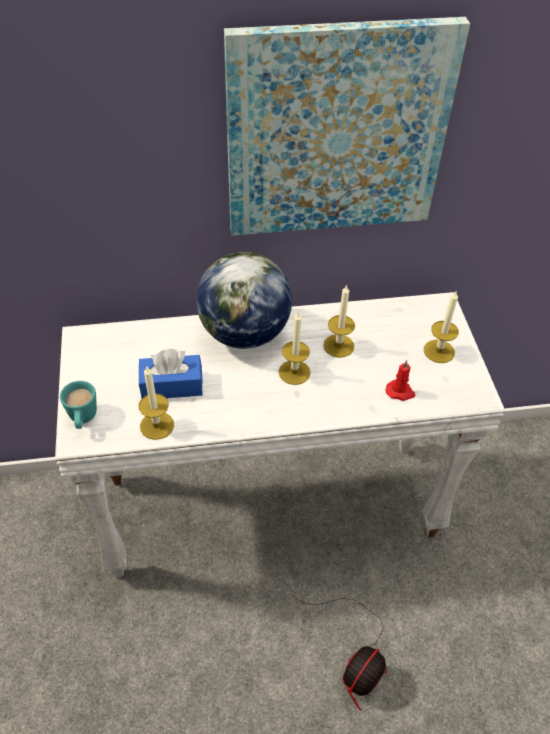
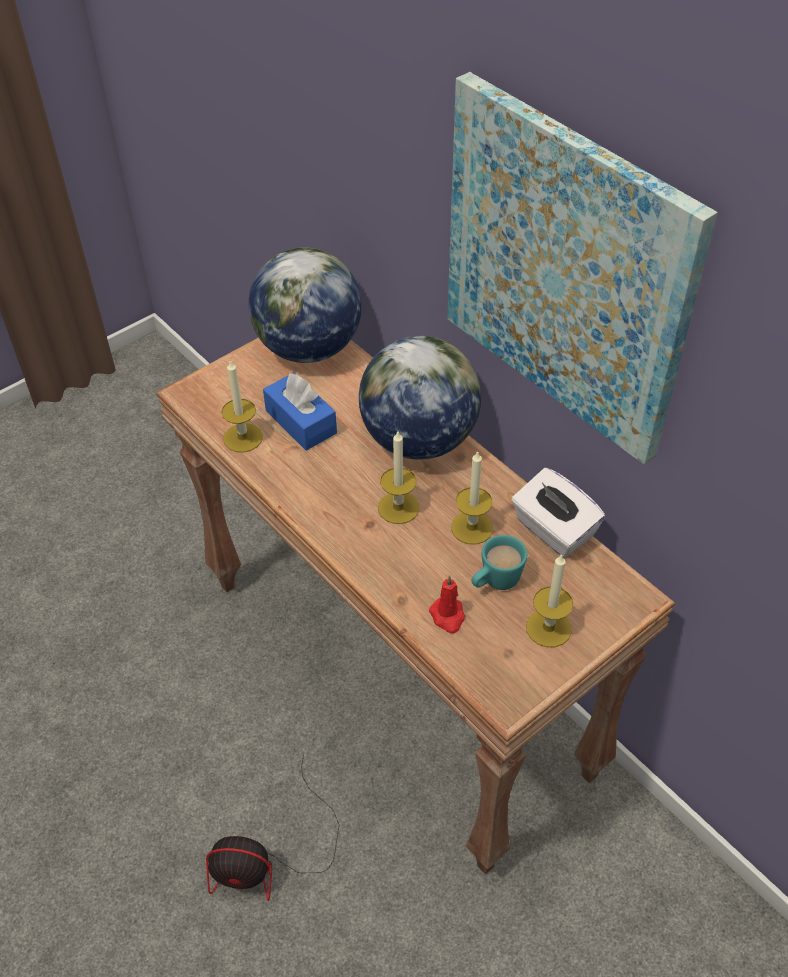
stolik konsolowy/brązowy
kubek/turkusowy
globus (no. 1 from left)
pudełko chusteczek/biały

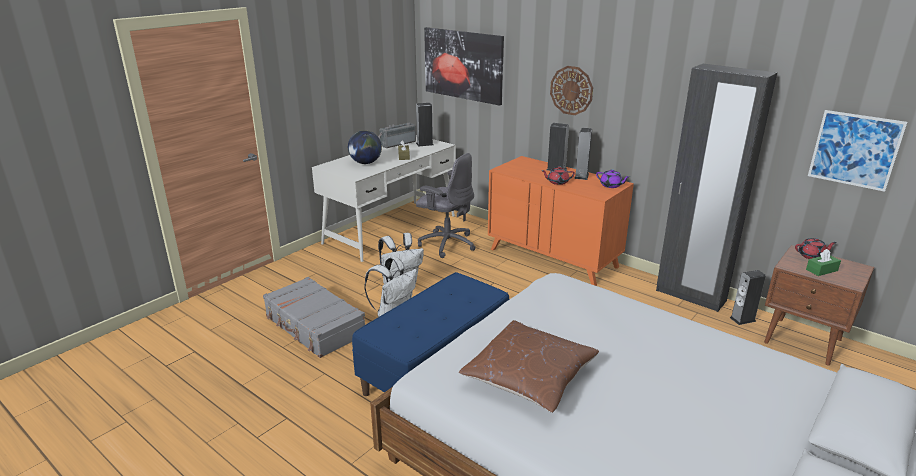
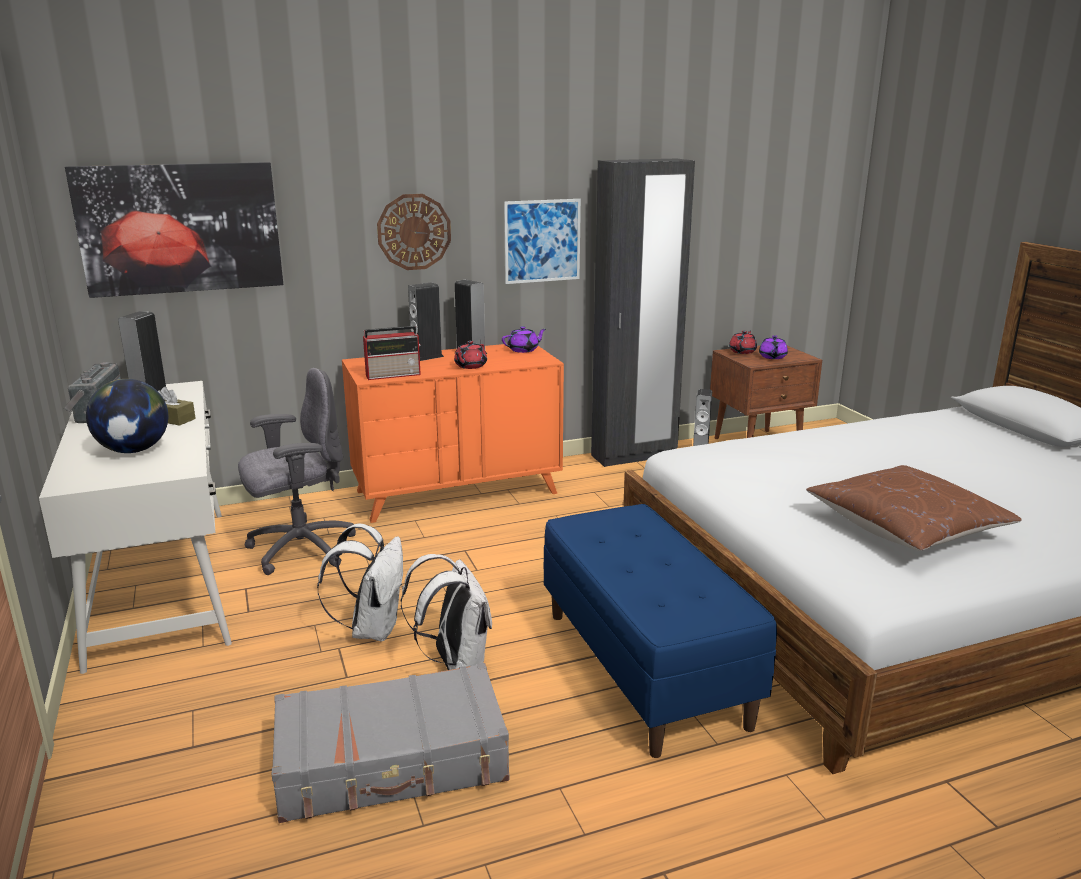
obraz (no. 2 from left)
imbryk/fioletowy (no. 2 from left)
radio (no. 2 from left)

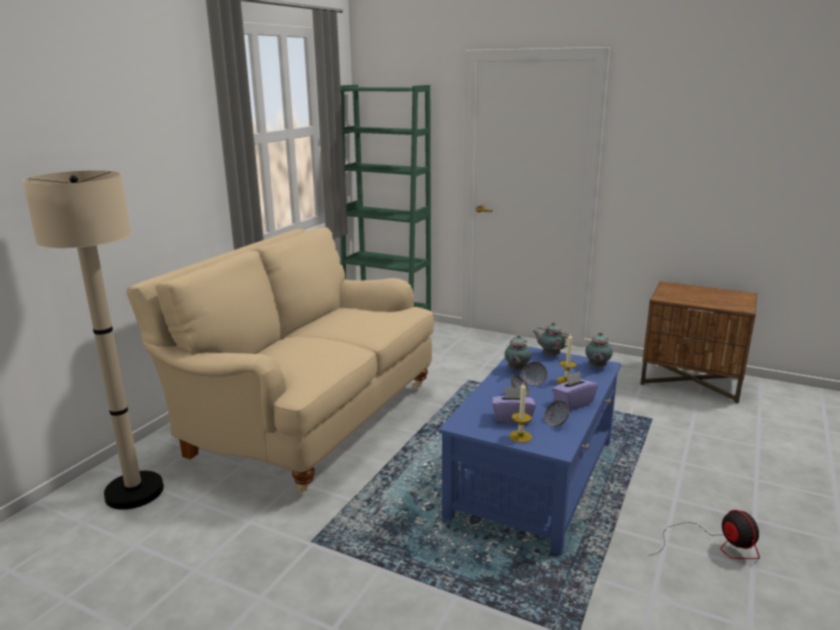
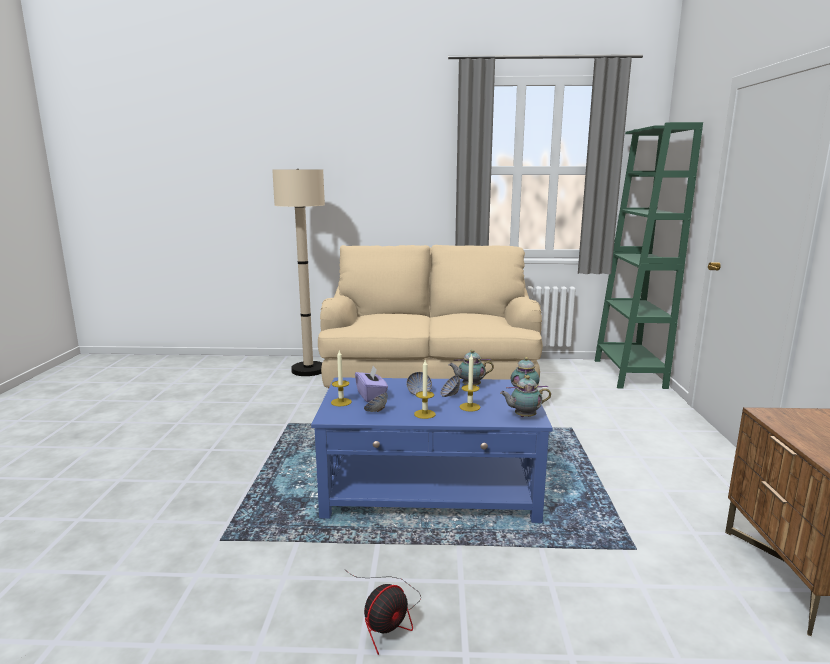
świeca (no. 2 from left)

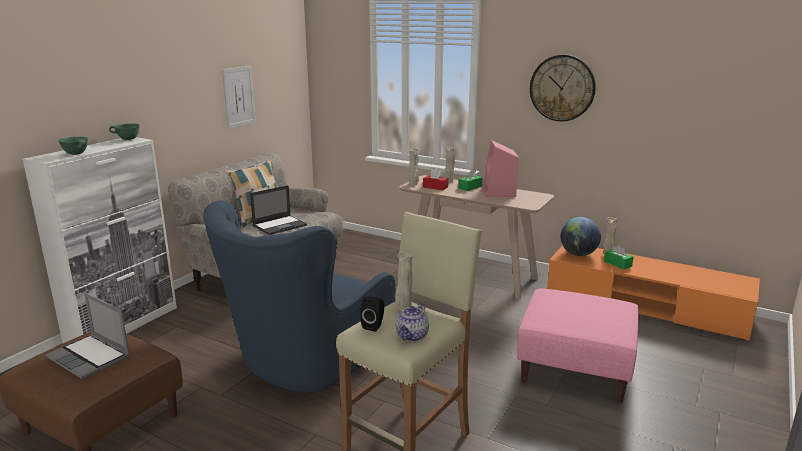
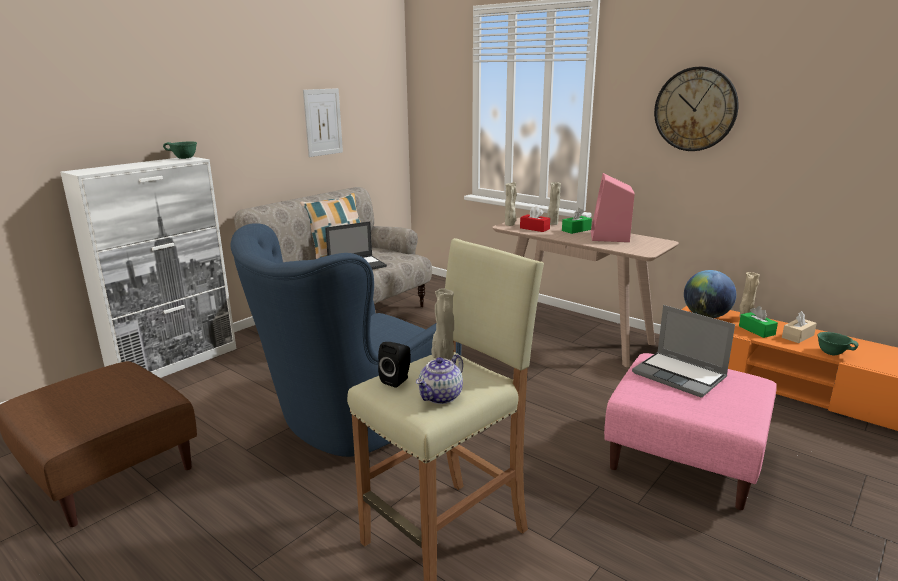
miska/zielony (no. 2 from left)
laptop (no. 2 from left)
pudełko chusteczek/beżowy

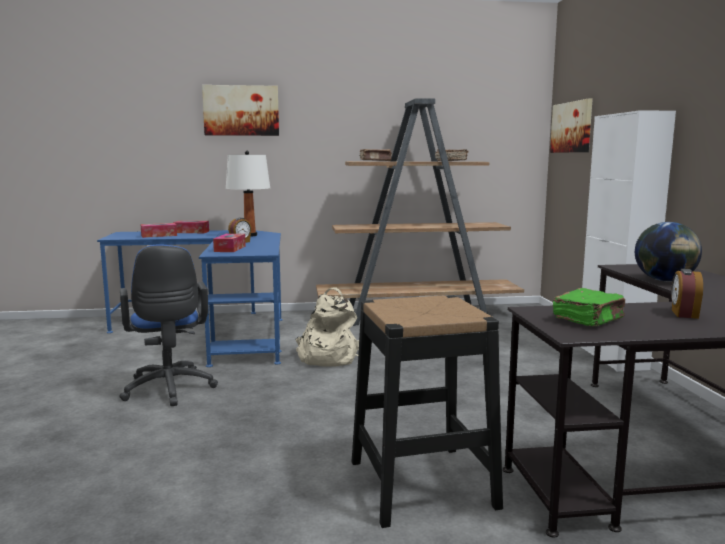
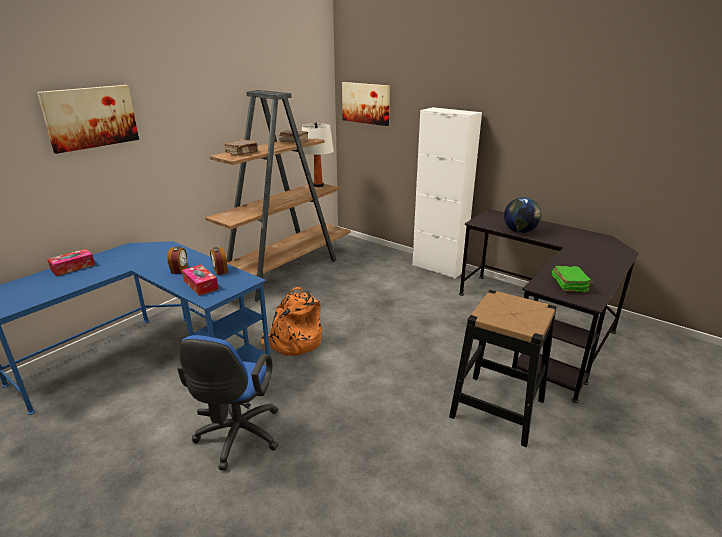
lampa stołowa/biały
pudełko chusteczek (no. 1 from left in the first image)
krzesło biurowe/niebieski
budzik (no. 2 from left)
plecak/pomarańczowy

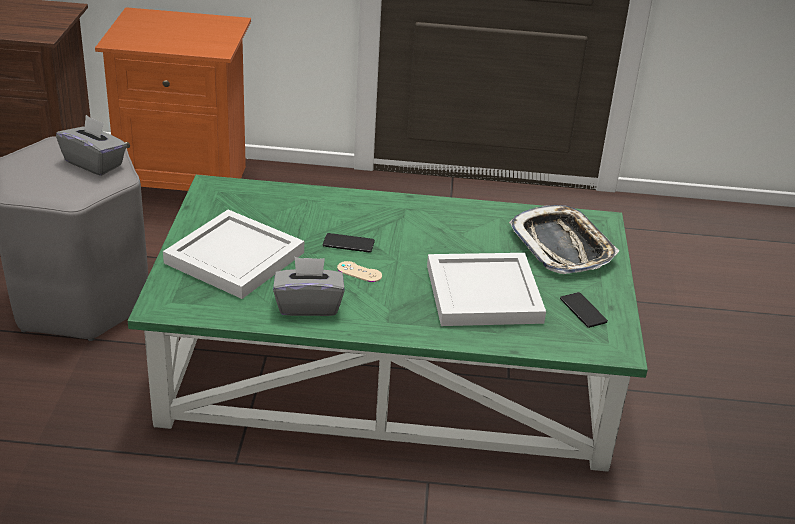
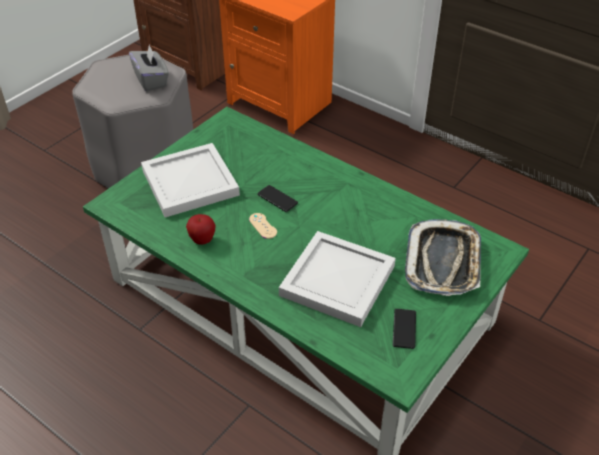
jabłko

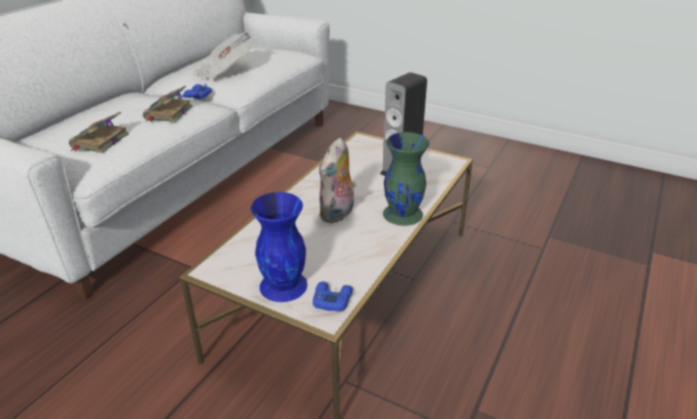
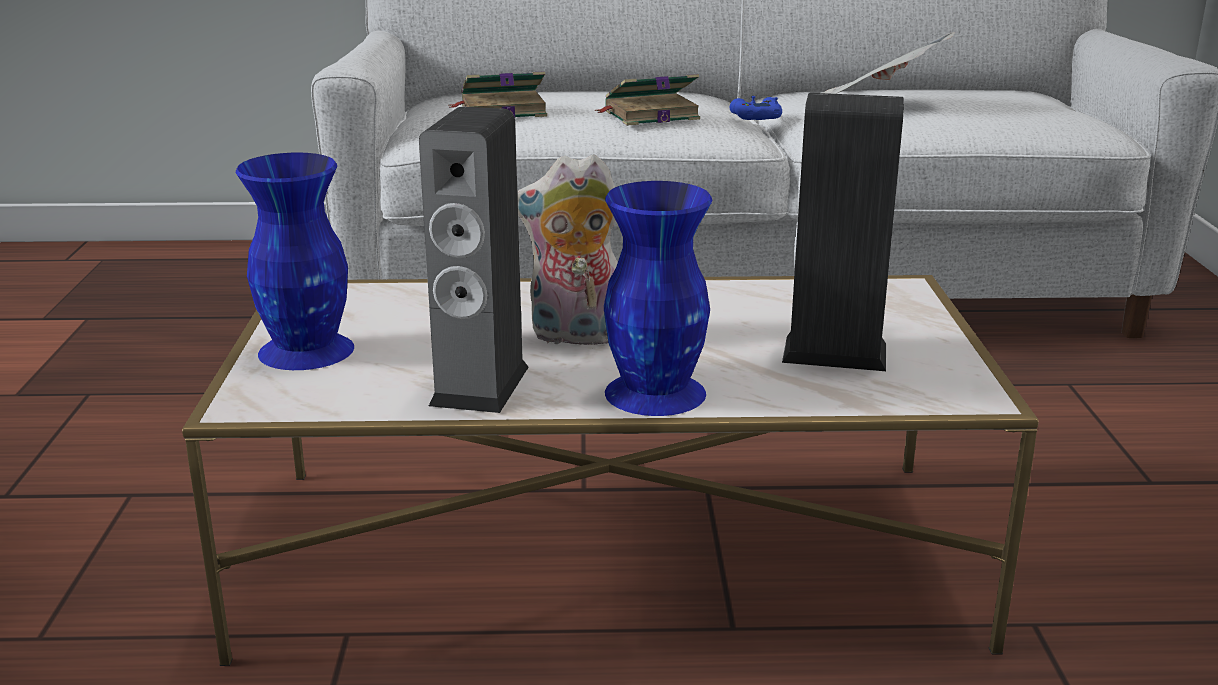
wazon/niebieski (no. 2 from left)
pad do gier/niebieski (no. 2 from left in the first image)
głośnik (no. 1 from left)

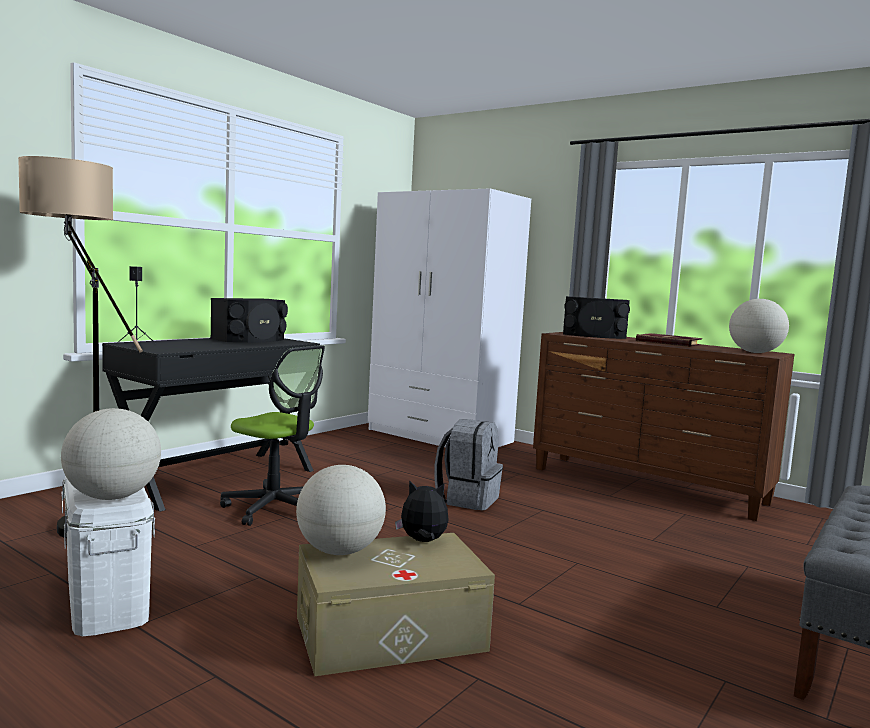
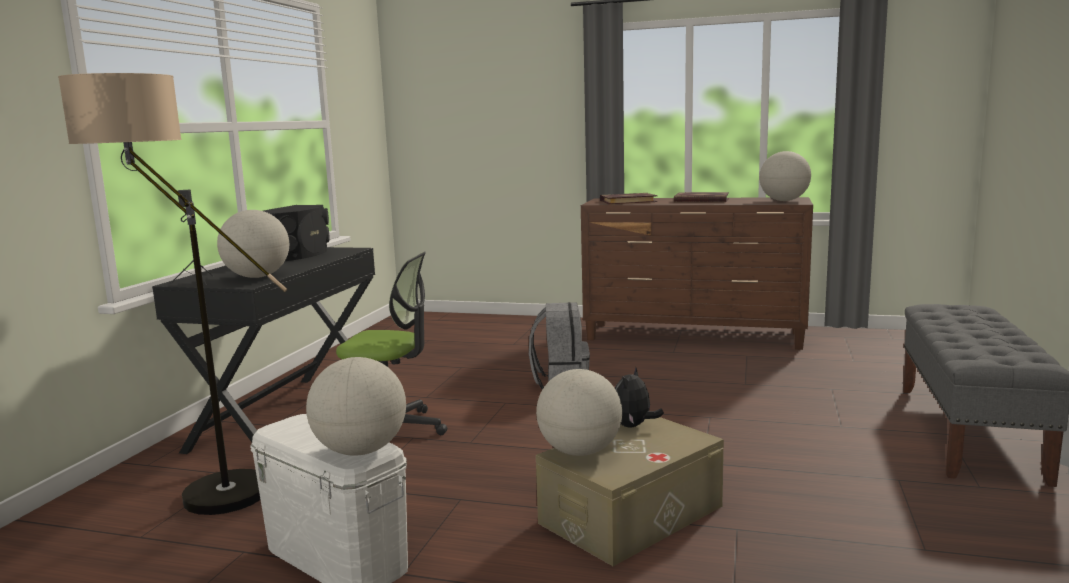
szafa/biały
książka (no. 1 from left)
pluszak
globus (no. 1 from left)

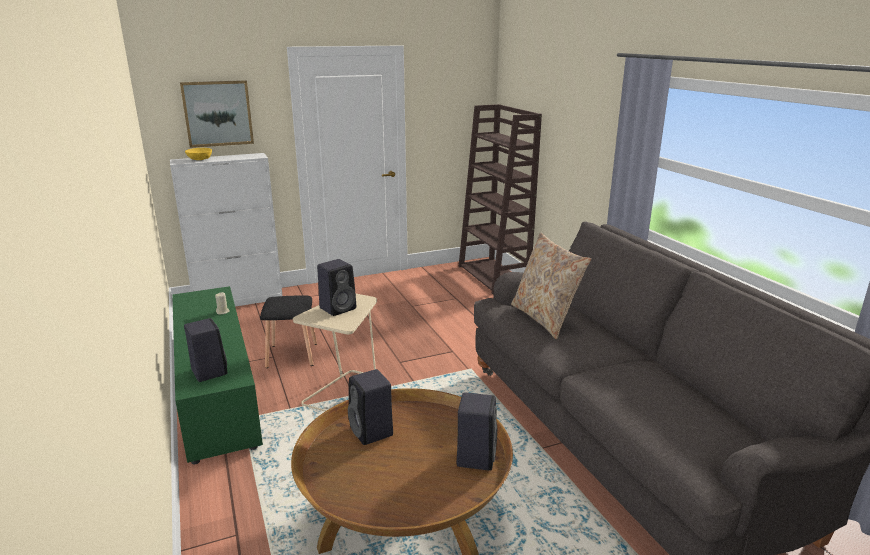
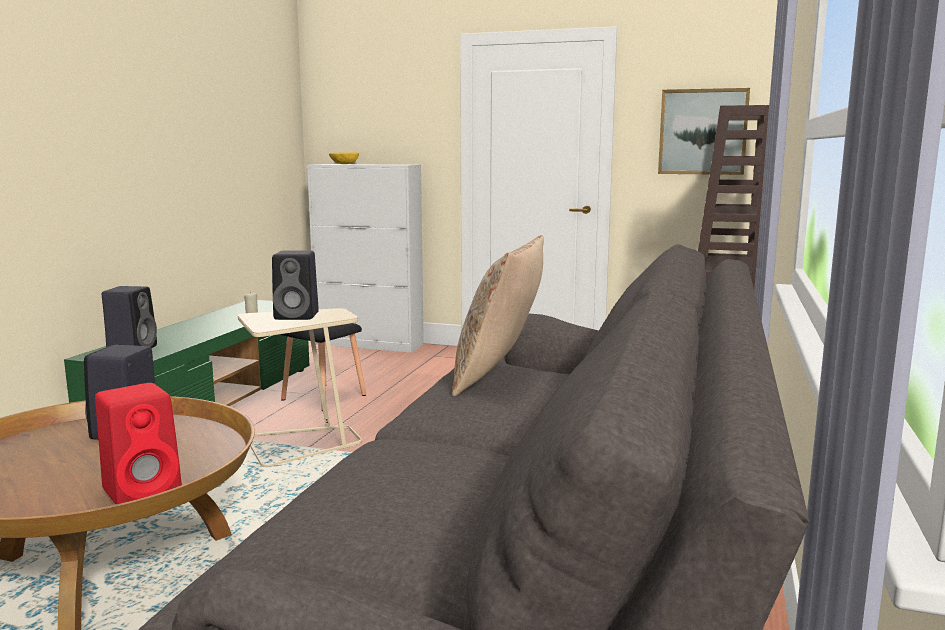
obraz
głośnik/czerwony

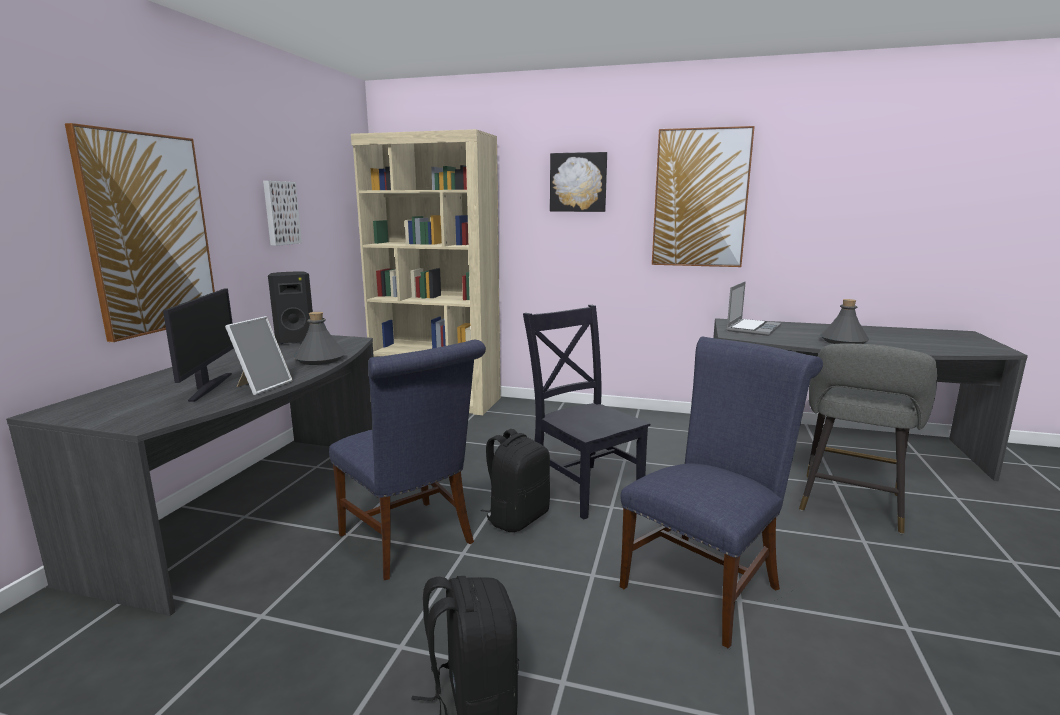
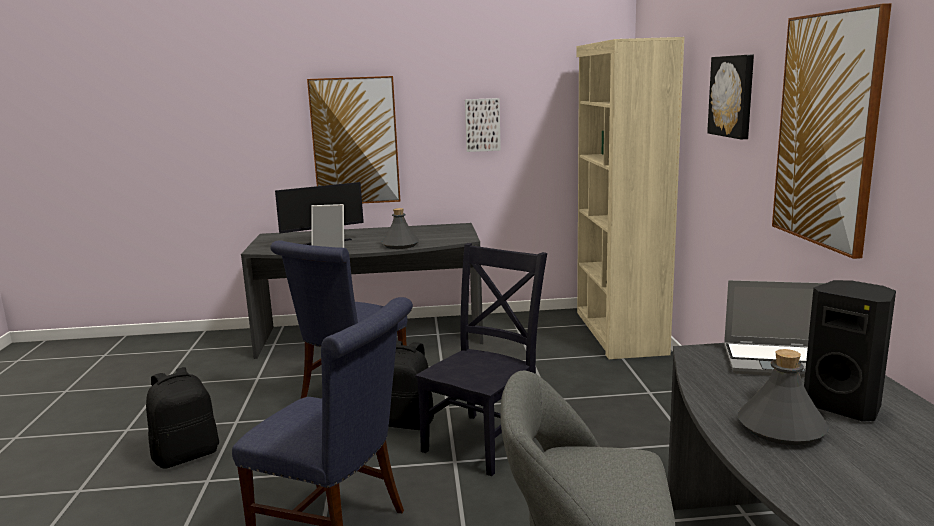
głośnik/czarny

